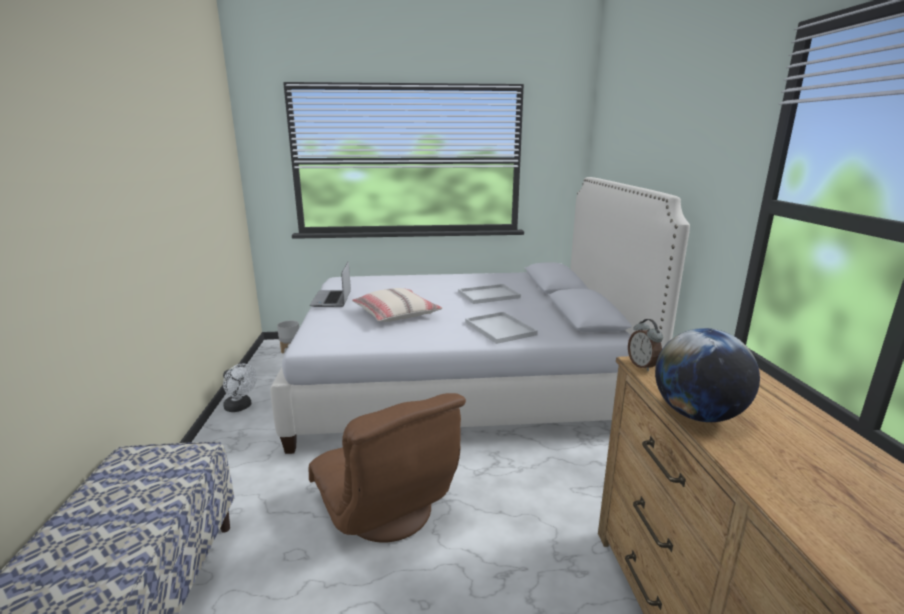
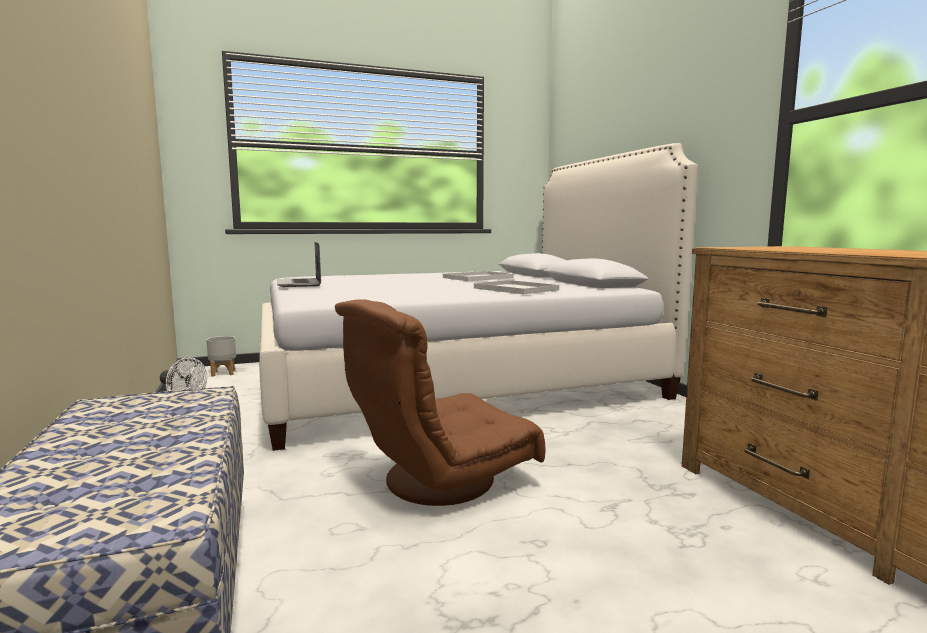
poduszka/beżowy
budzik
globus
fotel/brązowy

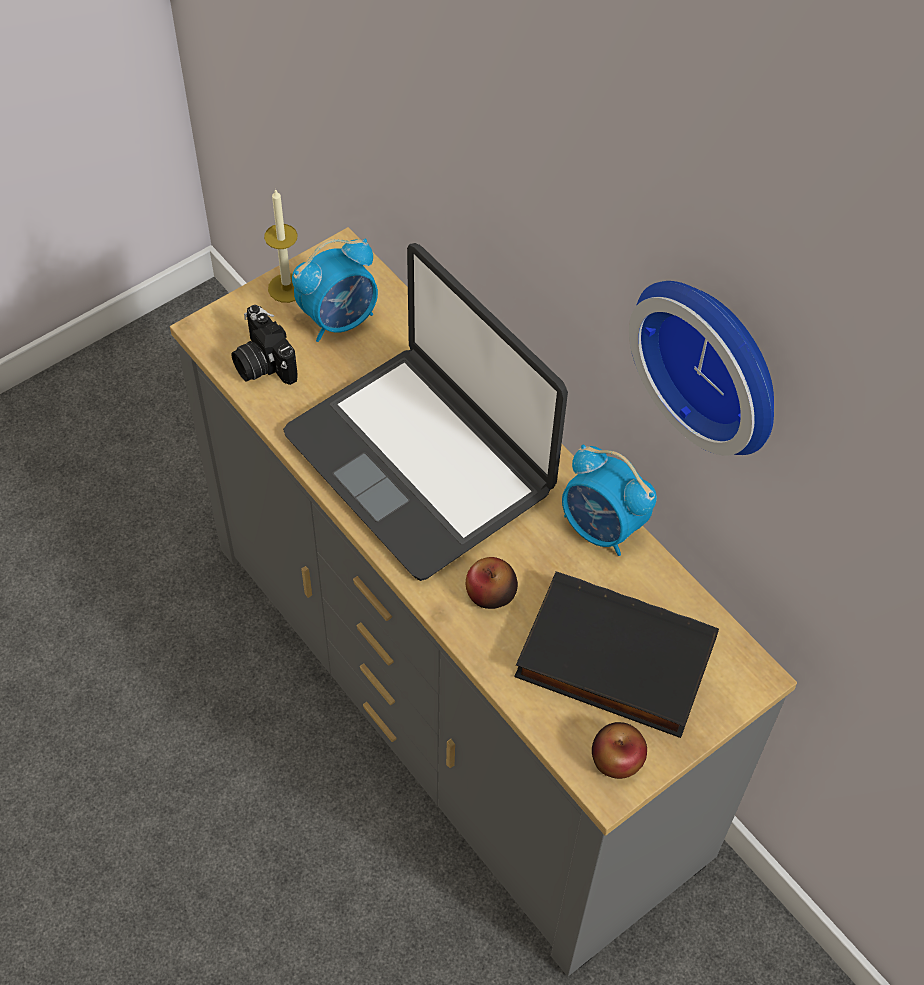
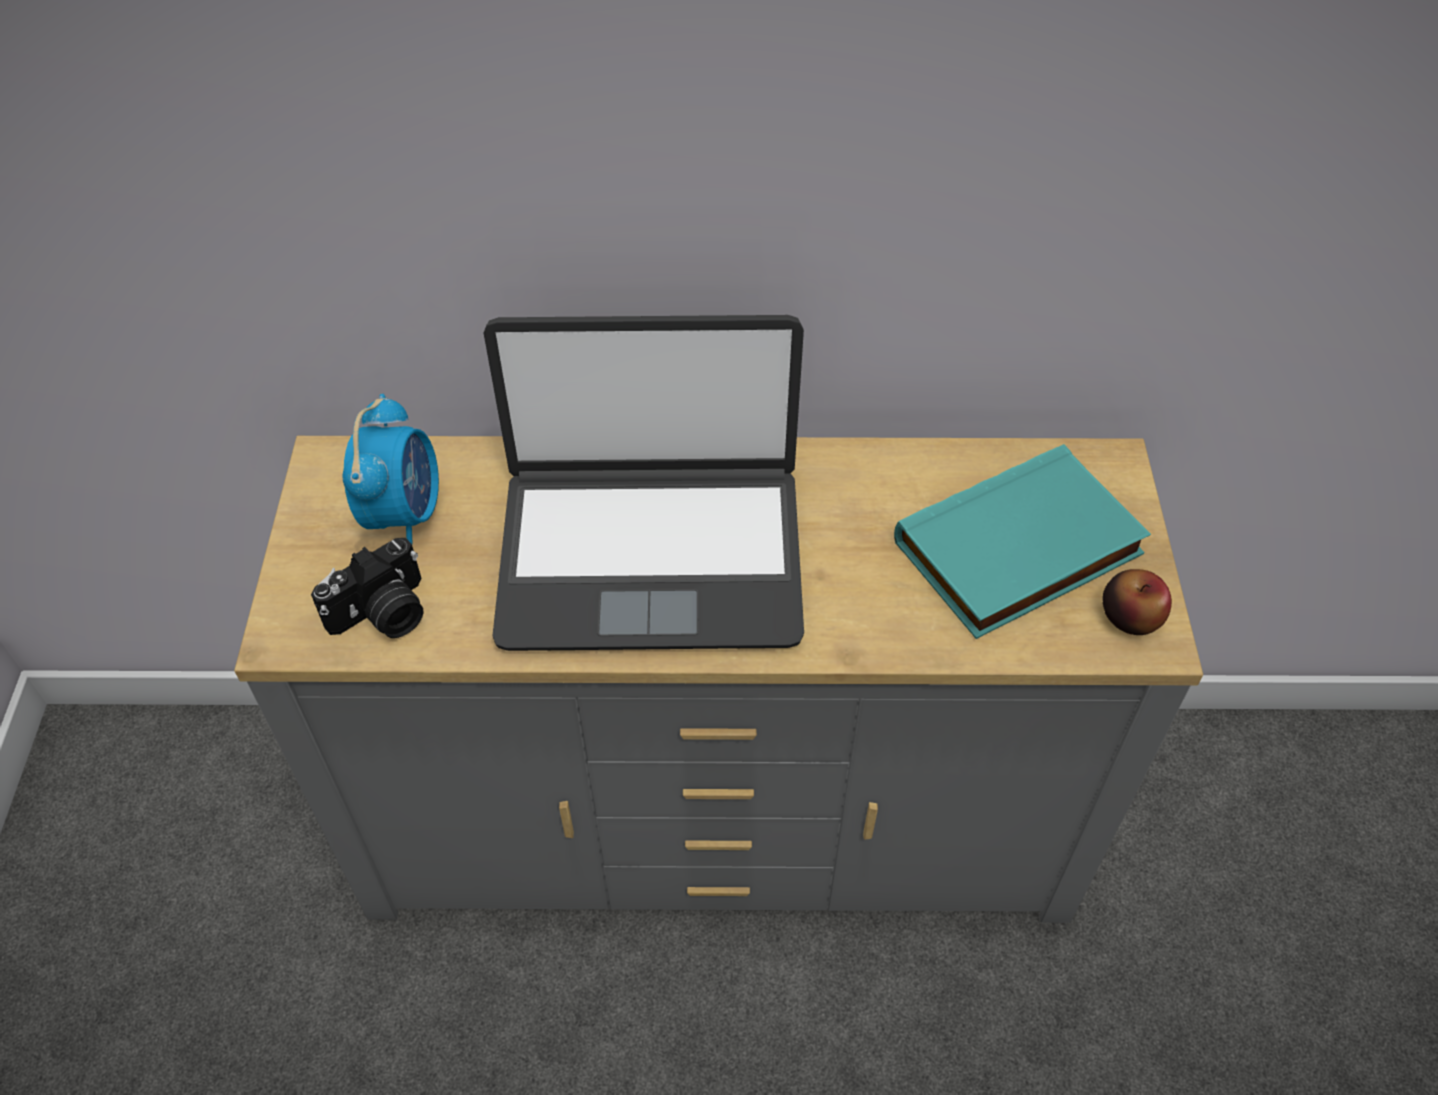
świeca
zegar ścienny
aparat fotograficzny
budzik (no. 2 from left in the first image)
jabłko (no. 1 from left in the first image)
książka/turkusowy

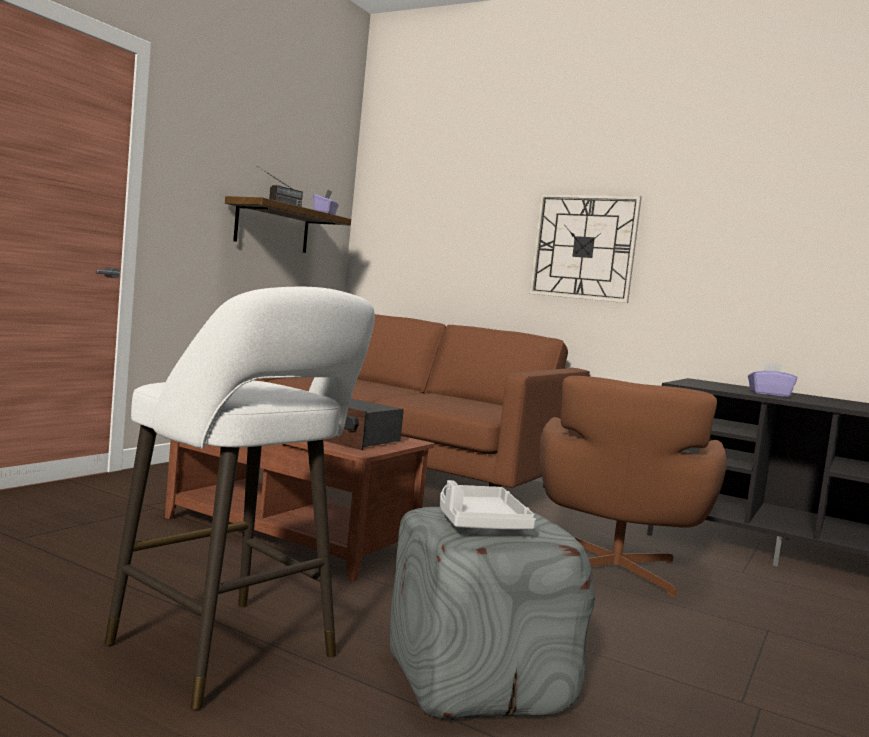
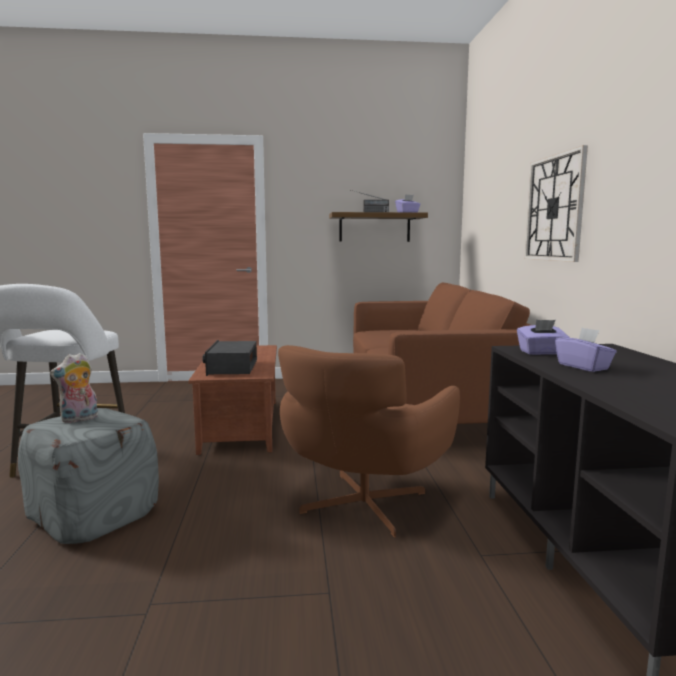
fotel/brązowy
pluszak
pudełko chusteczek/fioletowy (no. 2 from left)

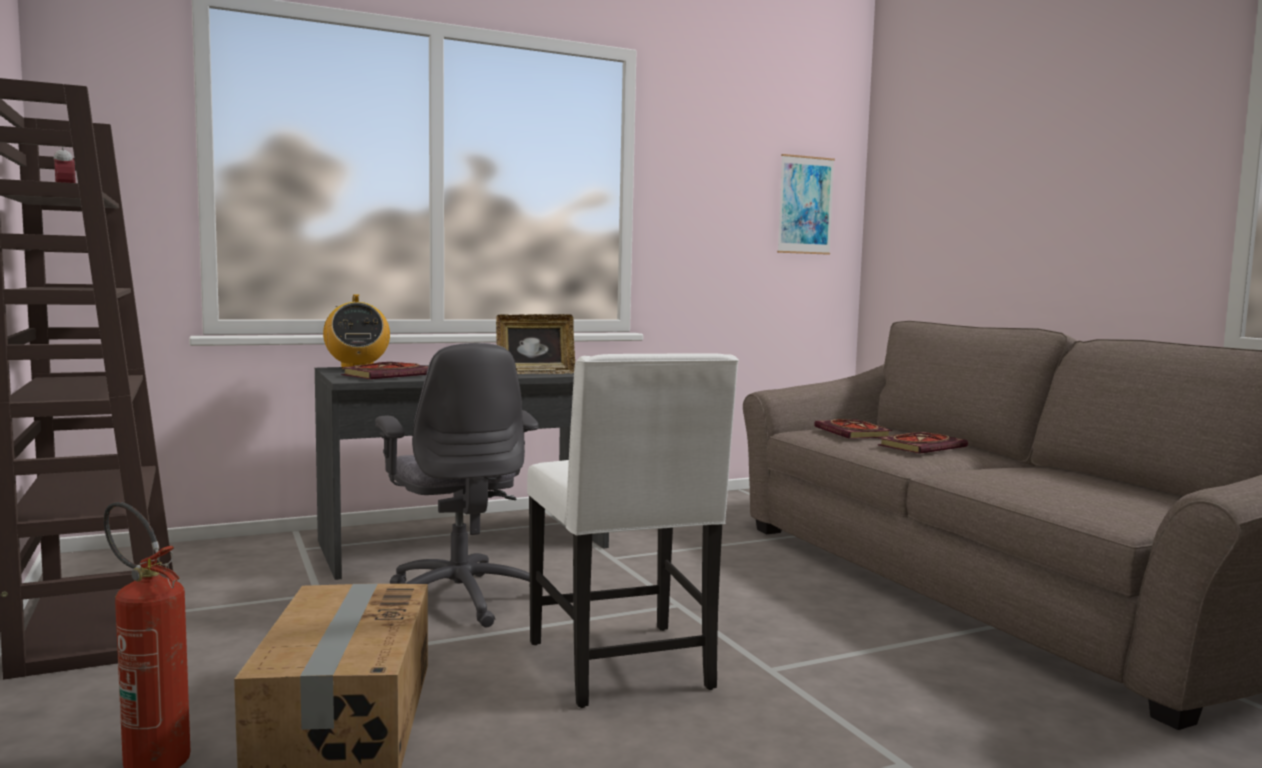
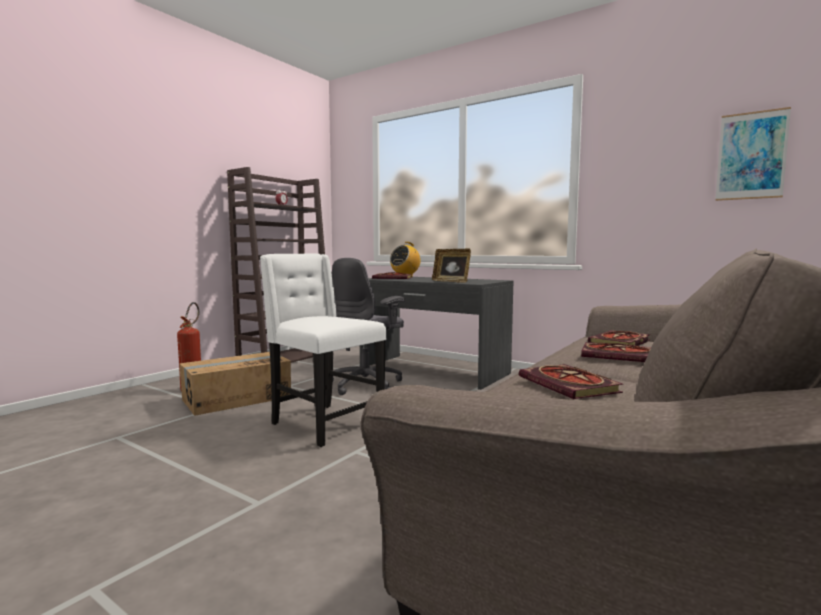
krzesło/biały
książka (no. 2 from left)

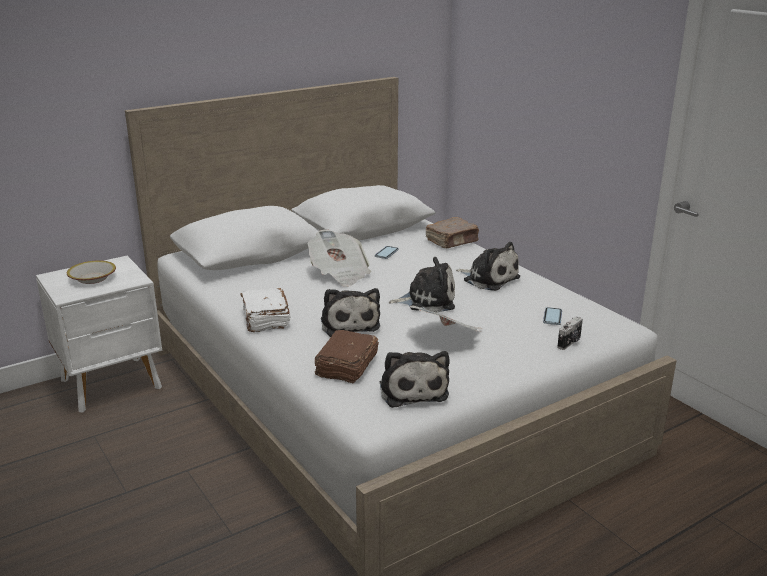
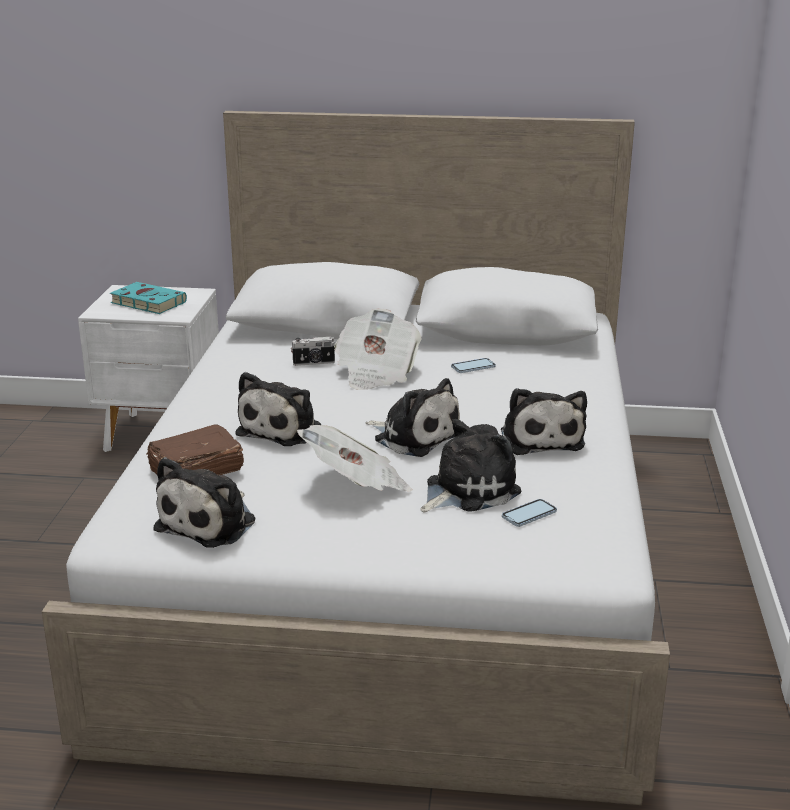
książka/brązowy (no. 2 from left in the first image)
książka/turkusowy
książka/biały
aparat fotograficzny
pluszak (no. 4 from left)

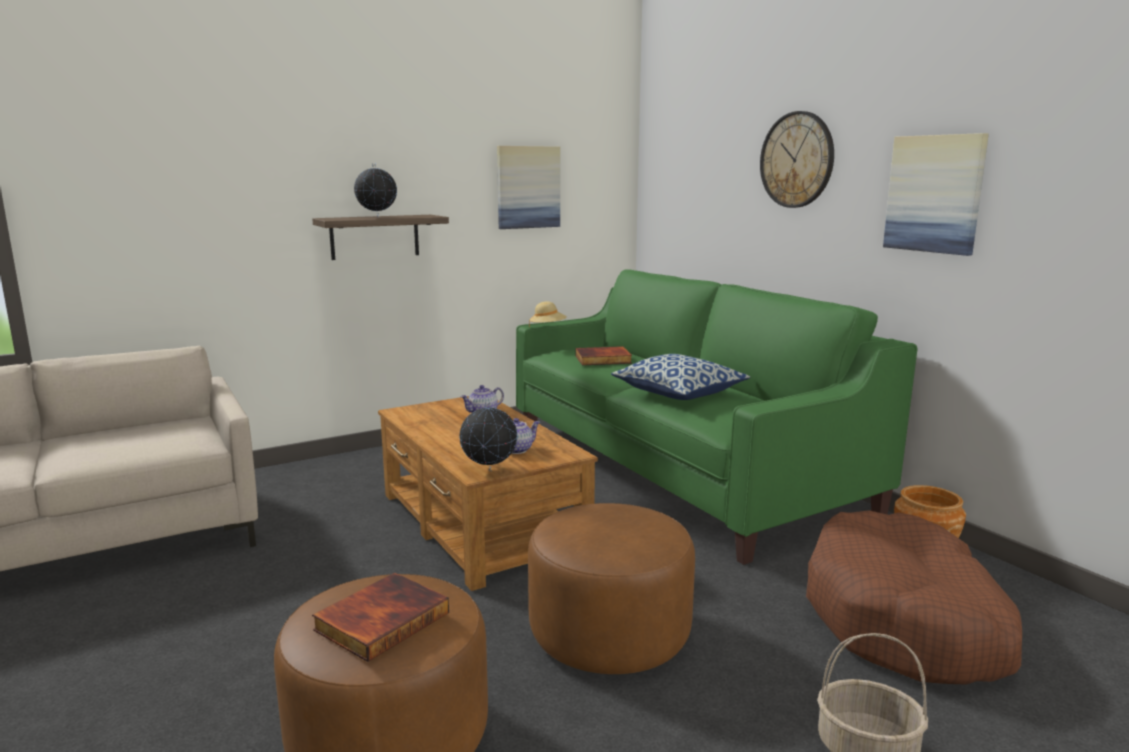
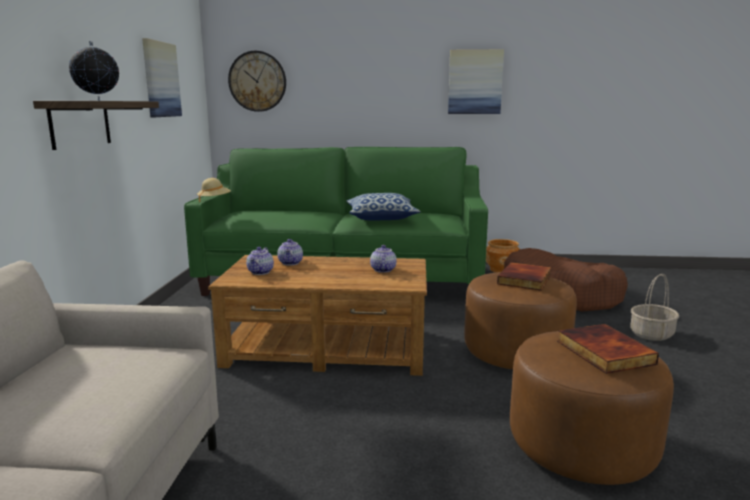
zegar ścienny
książka (no. 1 from left)
globus (no. 2 from left in the first image)
imbryk (no. 1 from left)

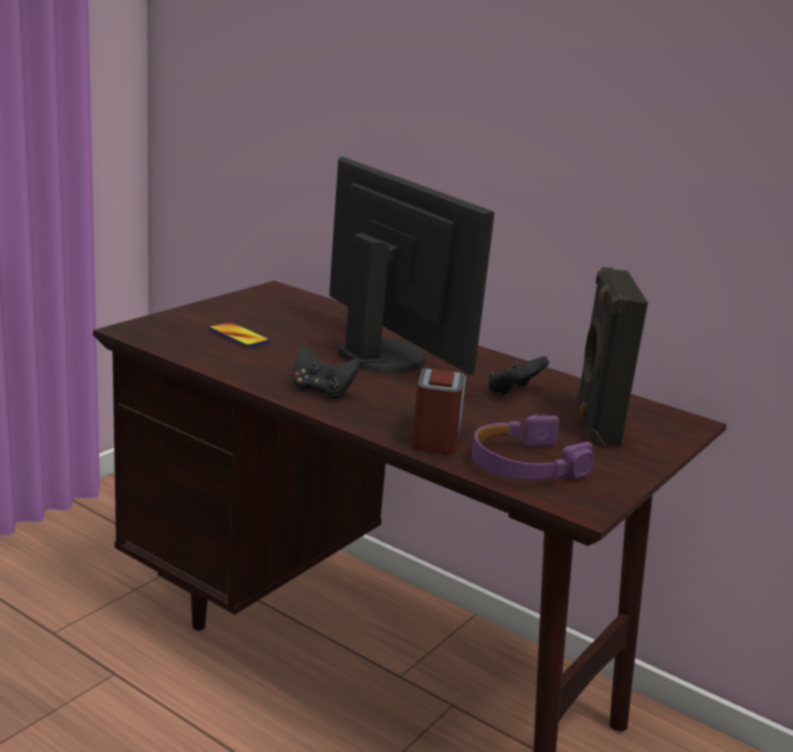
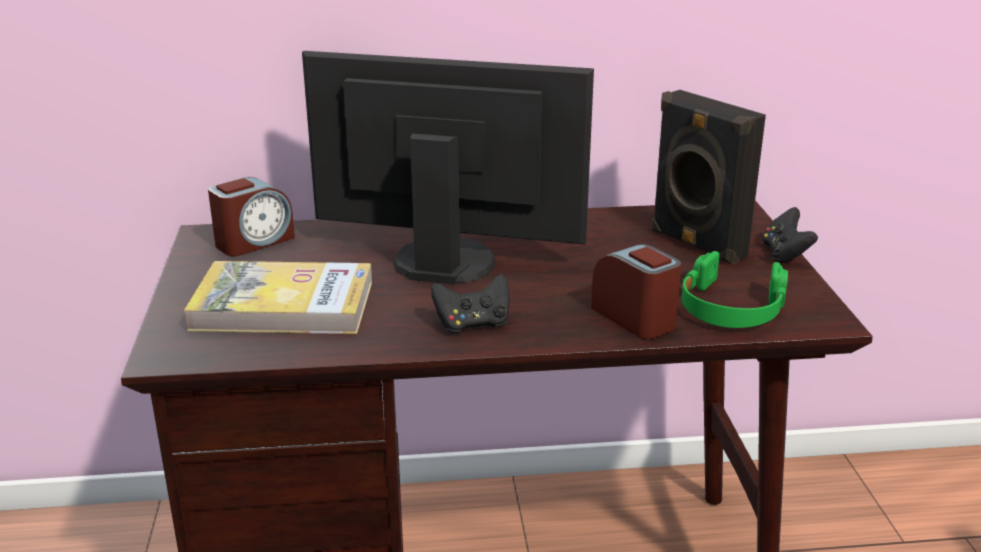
książka
pad do gier/czarny (no. 2 from left)
słuchawki/zielony
budzik (no. 1 from left)

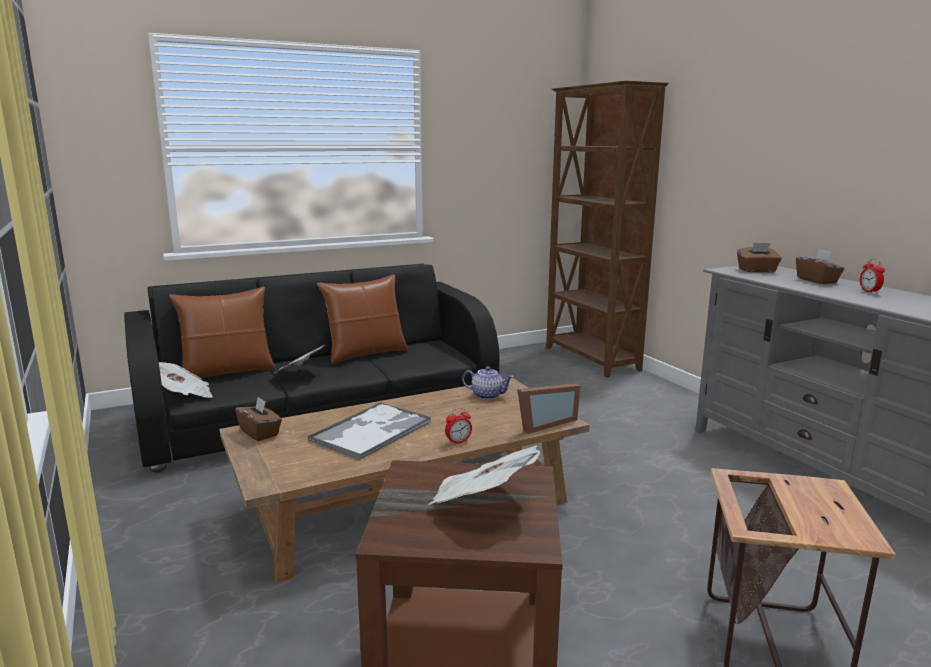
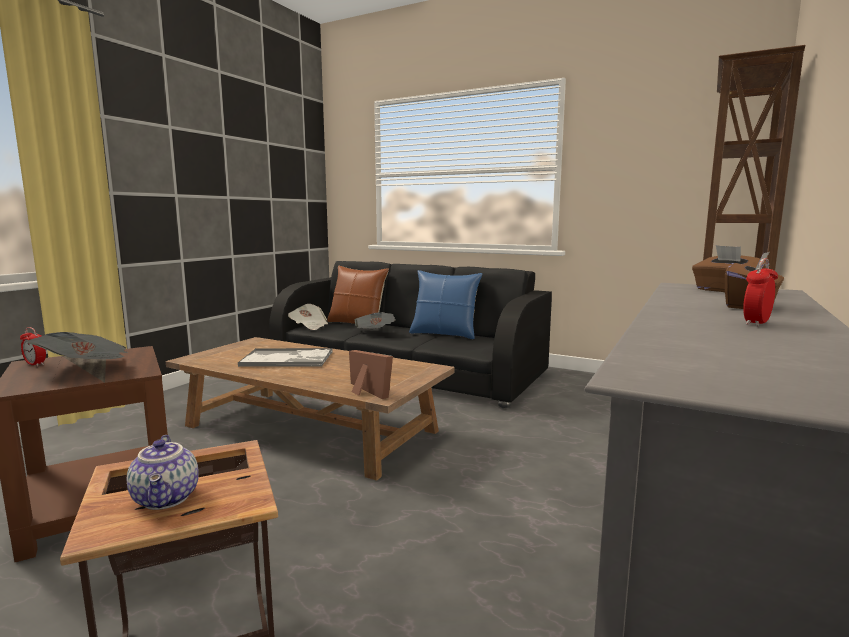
poduszka/niebieski
imbryk
ramka na zdjęcie
pudełko chusteczek/brązowy (no. 1 from left in the first image)
budzik (no. 1 from left)

